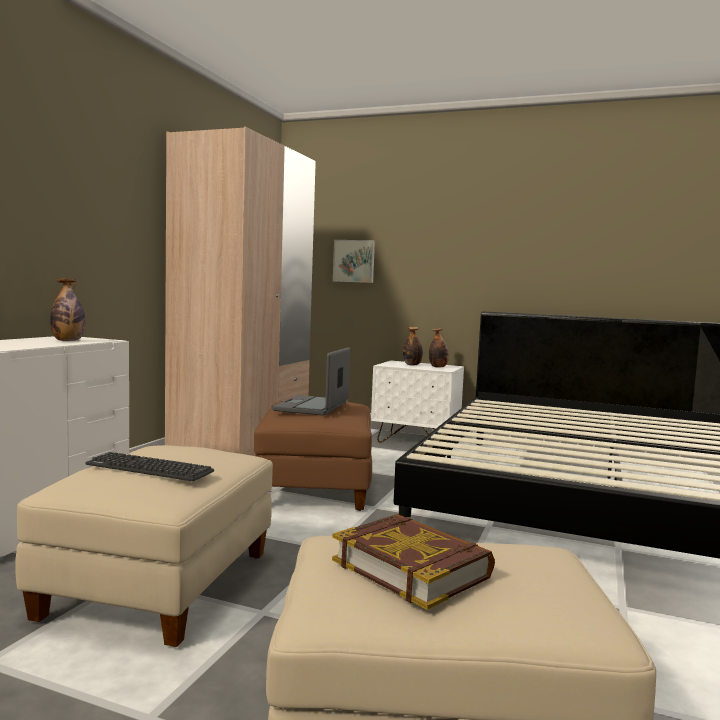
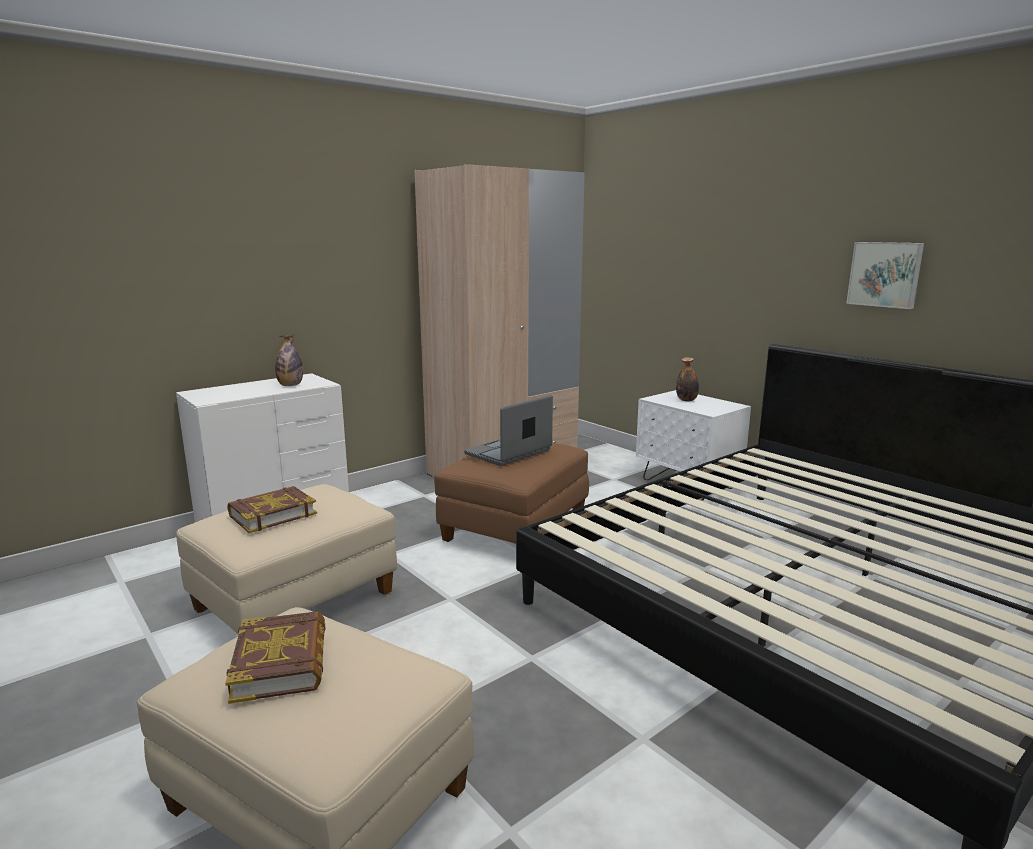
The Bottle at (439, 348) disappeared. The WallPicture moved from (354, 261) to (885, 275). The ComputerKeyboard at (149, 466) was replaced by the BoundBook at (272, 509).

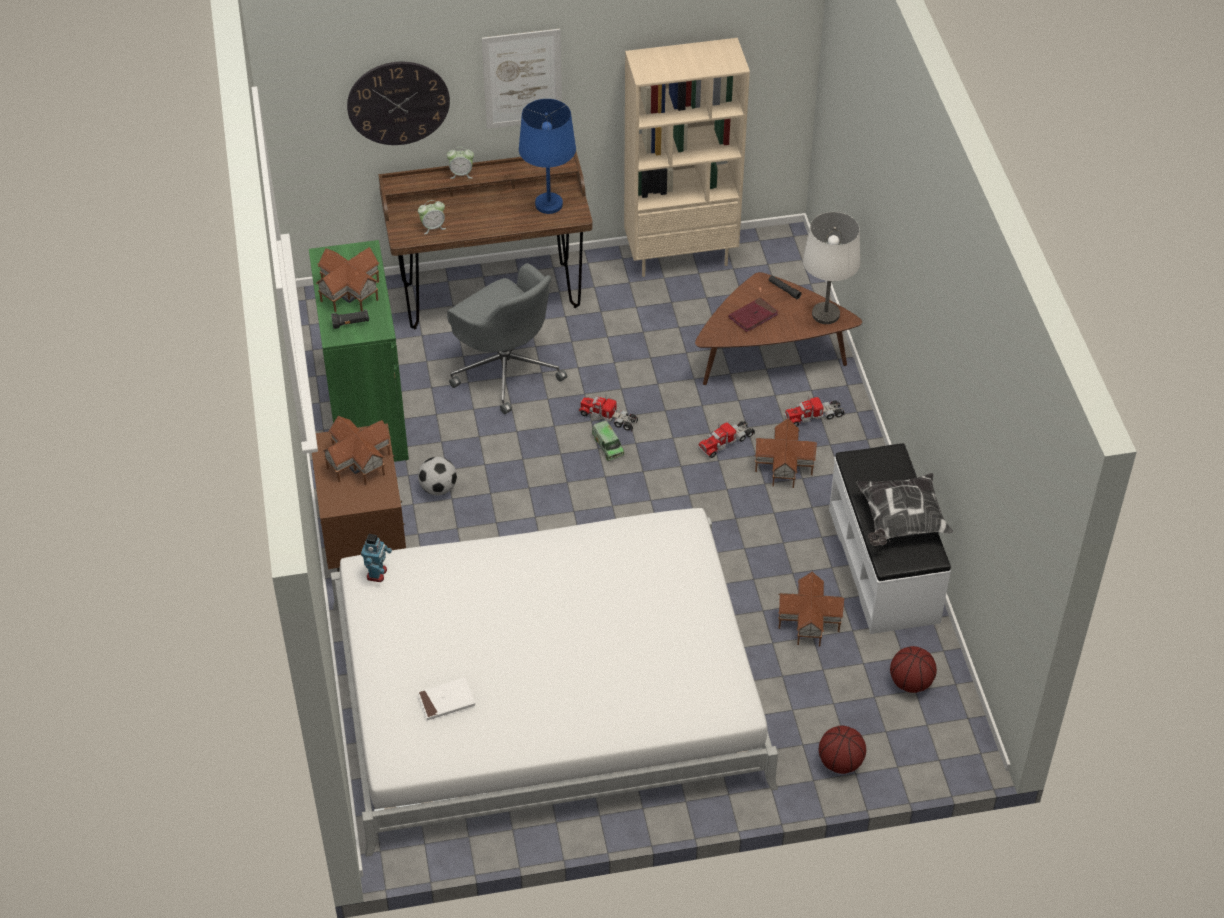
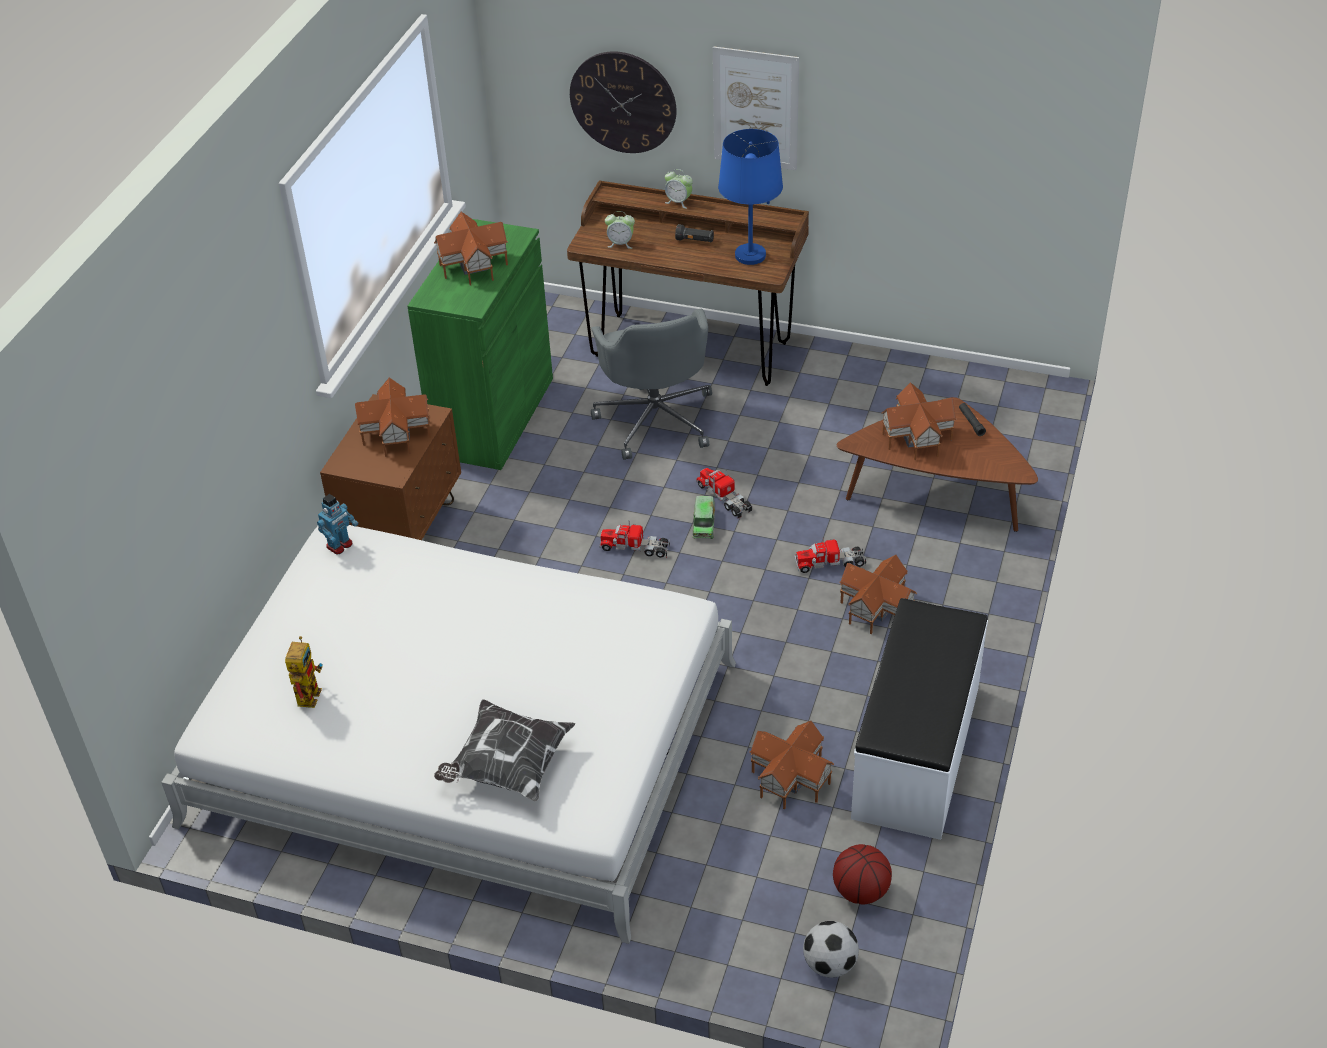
The BeigeColouredBookshelf at (687, 157) disappeared. The WhiteTabletopLamp at (831, 268) disappeared. The BallForBasketball at (842, 750) disappeared. The BlackFlashlight moved from (350, 319) to (694, 233). The FootballBall moved from (437, 476) to (831, 949). The ToyTruck moved from (814, 411) to (634, 539). The Cushion moved from (904, 509) to (504, 750). The WhiteBoundBook at (446, 698) was replaced by the RobotFigure at (304, 672). The RedColouredBoundBook at (754, 314) was replaced by the MiniatureHouse at (919, 421).

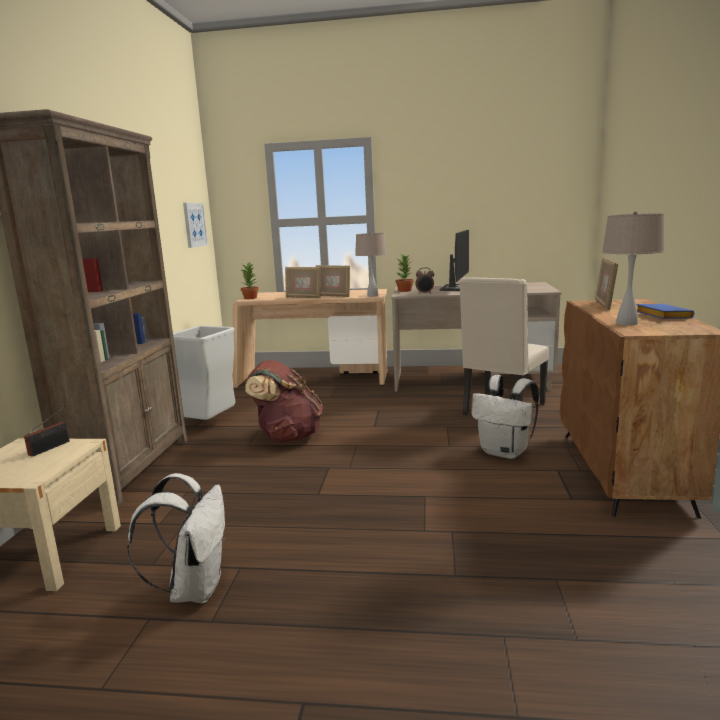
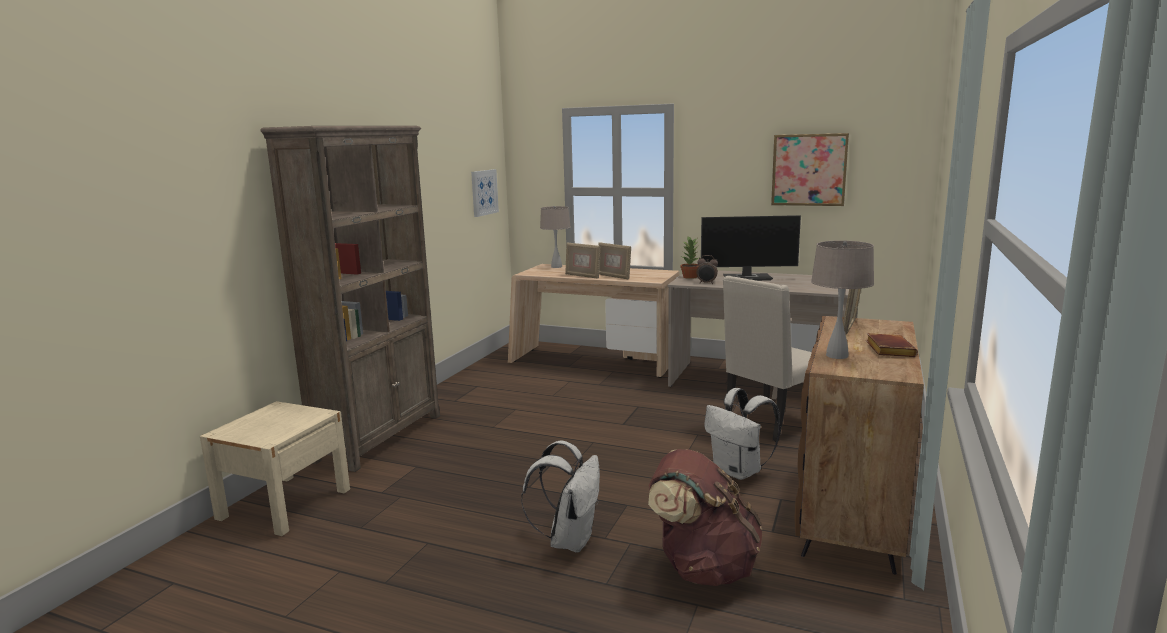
The RadioReceiver at (47, 431) disappeared. The GreyishTrashCan at (204, 373) disappeared. The PottedPlant at (250, 281) disappeared. The WallPicture at (810, 169) appeared. The WhiteKnapsack moved from (176, 538) to (560, 497). The BrownKnapsack moved from (284, 401) to (705, 517). The BeigeColouredTabletopLamp moved from (371, 264) to (555, 237). The BlueBoundBook at (665, 311) became the BrownBoundBook at (892, 345). The ComputerDisplay at (454, 260) turned 60 degrees clockwise.

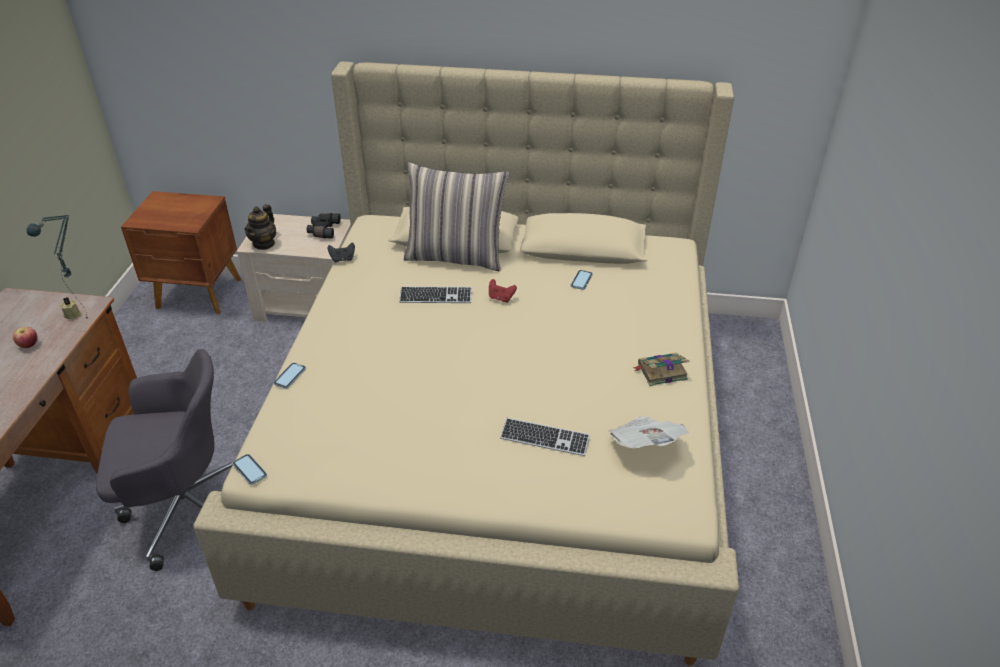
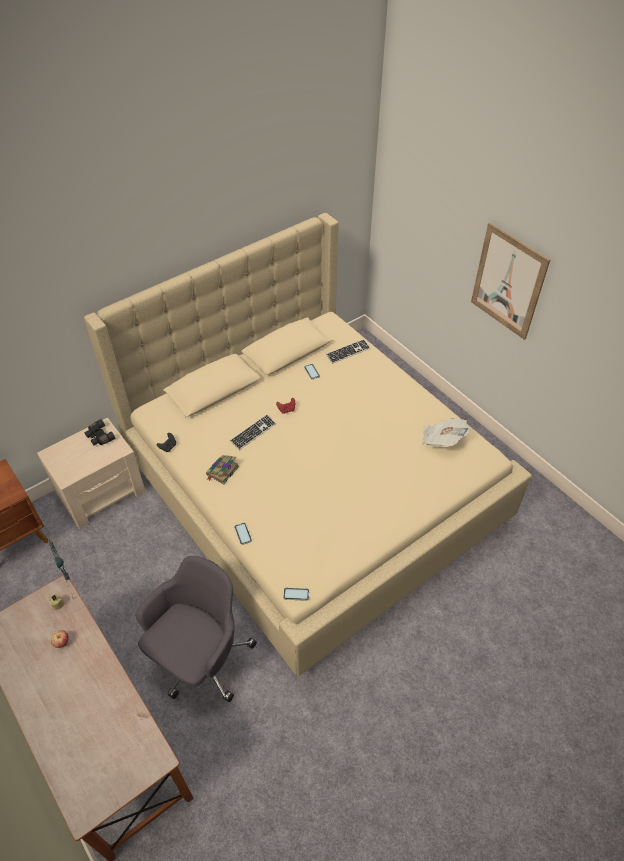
The Teapot at (260, 227) disappeared. The Cushion at (456, 216) disappeared. The WallPicture at (510, 281) appeared. The ComputerKeyboard moved from (545, 437) to (348, 351). The BoundBook moved from (661, 369) to (222, 469).

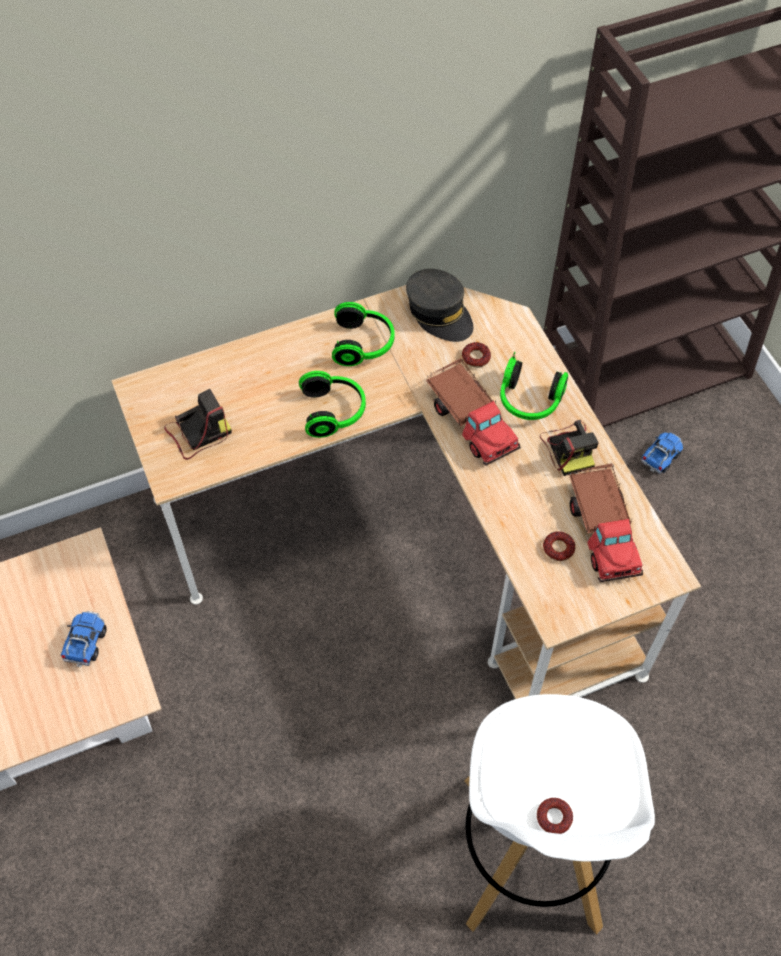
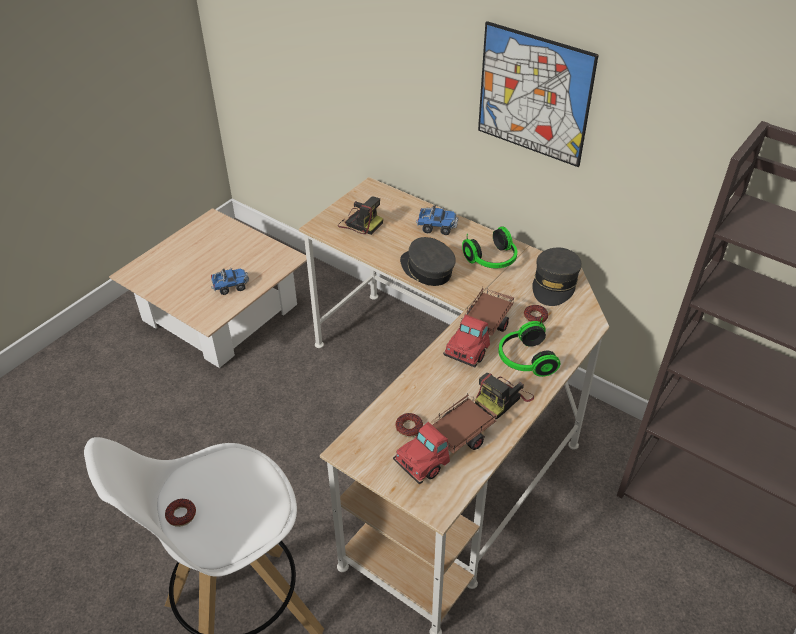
The WallPicture at (538, 94) appeared. The ToyTruck moved from (662, 453) to (437, 220). The Headphones at (332, 404) was replaced by the GreyishBaseballCap at (428, 261).

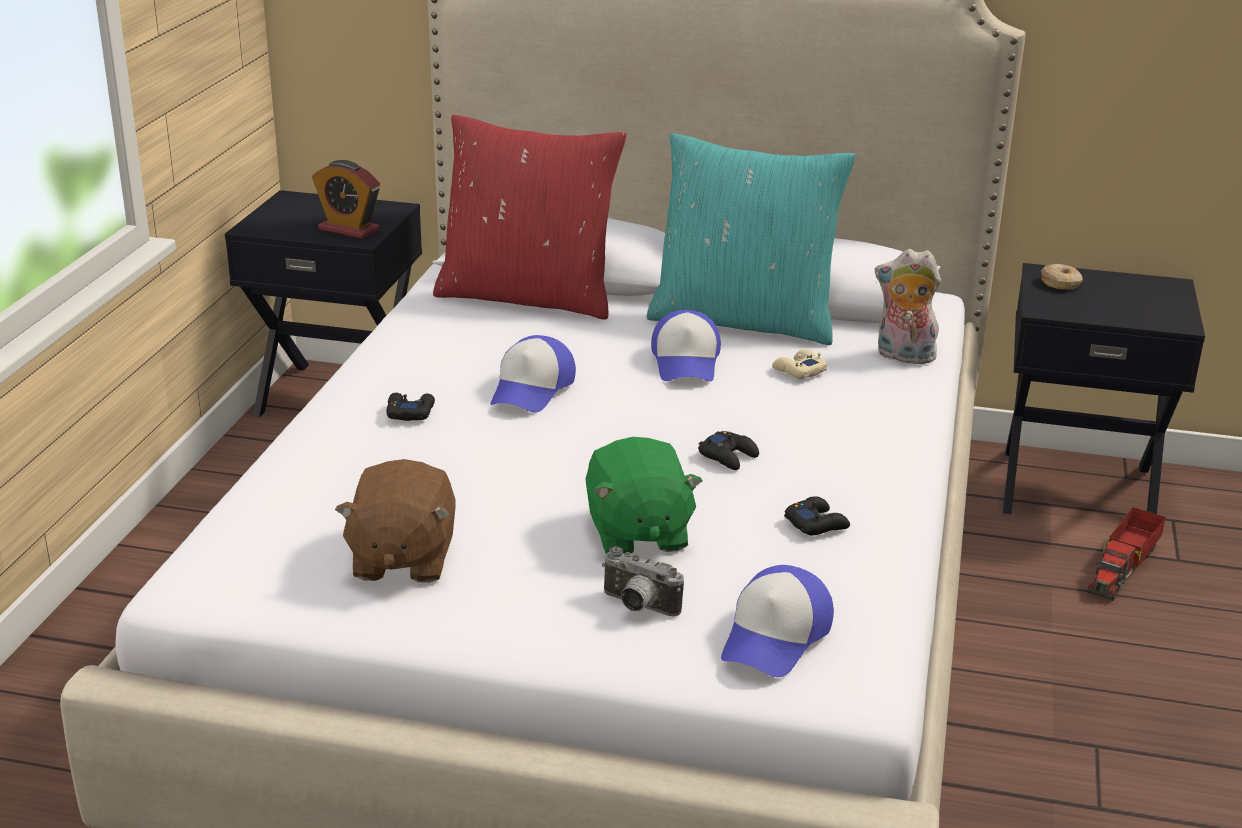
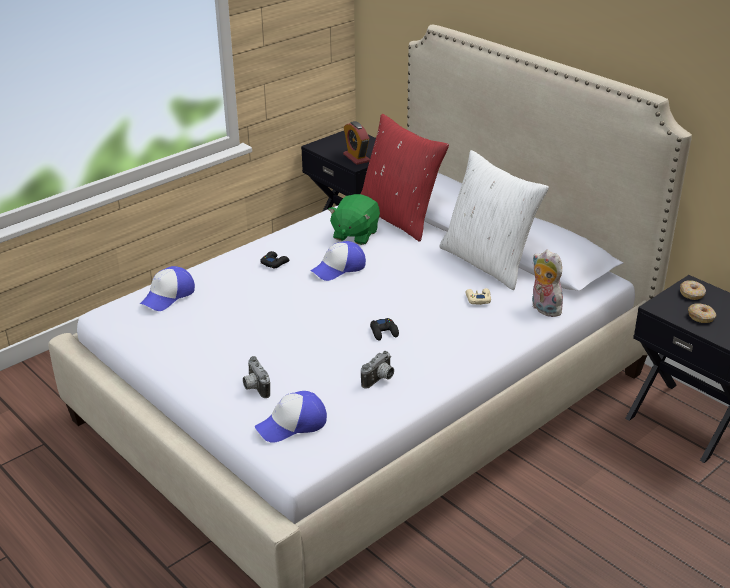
The BrownSoftToy at (395, 521) disappeared. The ToyTruck at (1126, 554) disappeared. The Doughnut at (702, 313) appeared. The GreenSoftToy moved from (644, 495) to (354, 219). The BaseballCap moved from (686, 346) to (167, 288). The BlackJoypad at (817, 516) was replaced by the StillCamera at (377, 370). The TurquoiseCushion at (751, 239) became the WhiteCushion at (494, 220).

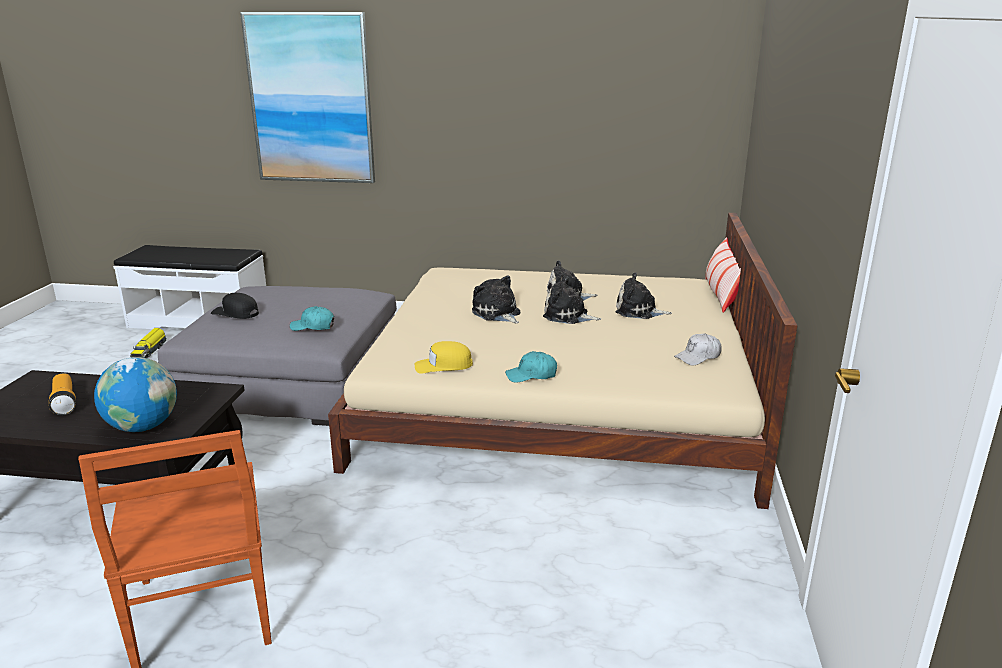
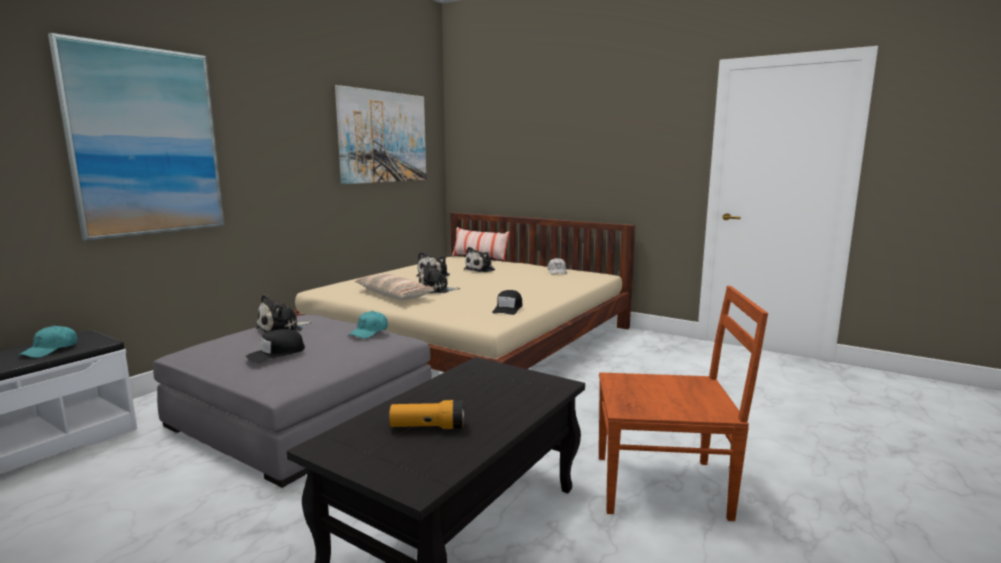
The DeskGlobe at (135, 394) disappeared. The ToyTruck at (148, 343) disappeared. The WallPicture at (380, 134) appeared. The Cushion at (395, 287) appeared. The TurquoiseBaseballCap moved from (531, 367) to (48, 341). The SoftToy moved from (572, 300) to (283, 313). The YellowColouredBaseballCap at (444, 357) became the BlackBaseballCap at (507, 302).

